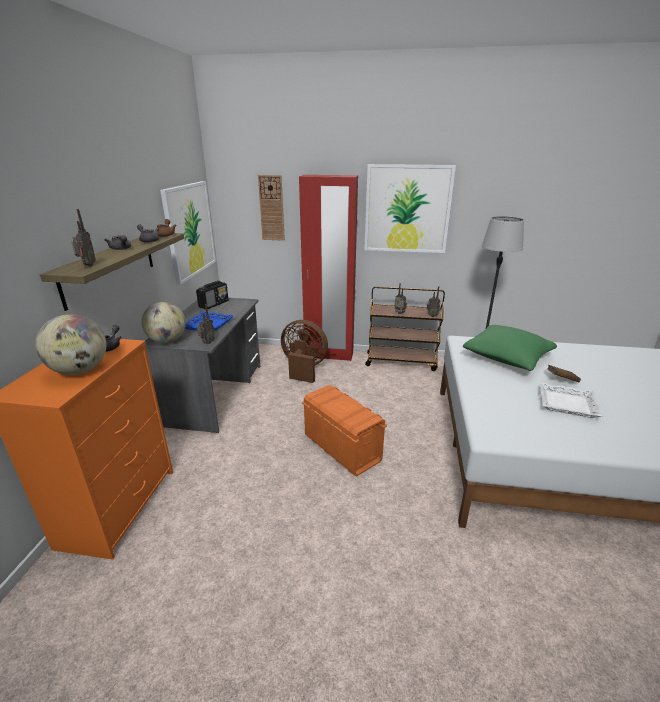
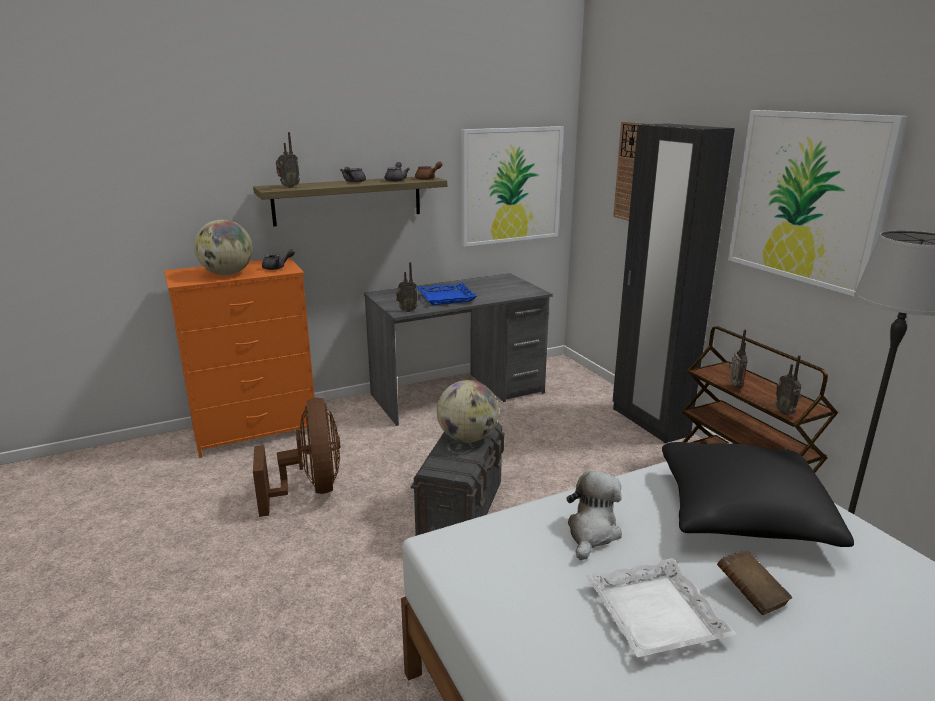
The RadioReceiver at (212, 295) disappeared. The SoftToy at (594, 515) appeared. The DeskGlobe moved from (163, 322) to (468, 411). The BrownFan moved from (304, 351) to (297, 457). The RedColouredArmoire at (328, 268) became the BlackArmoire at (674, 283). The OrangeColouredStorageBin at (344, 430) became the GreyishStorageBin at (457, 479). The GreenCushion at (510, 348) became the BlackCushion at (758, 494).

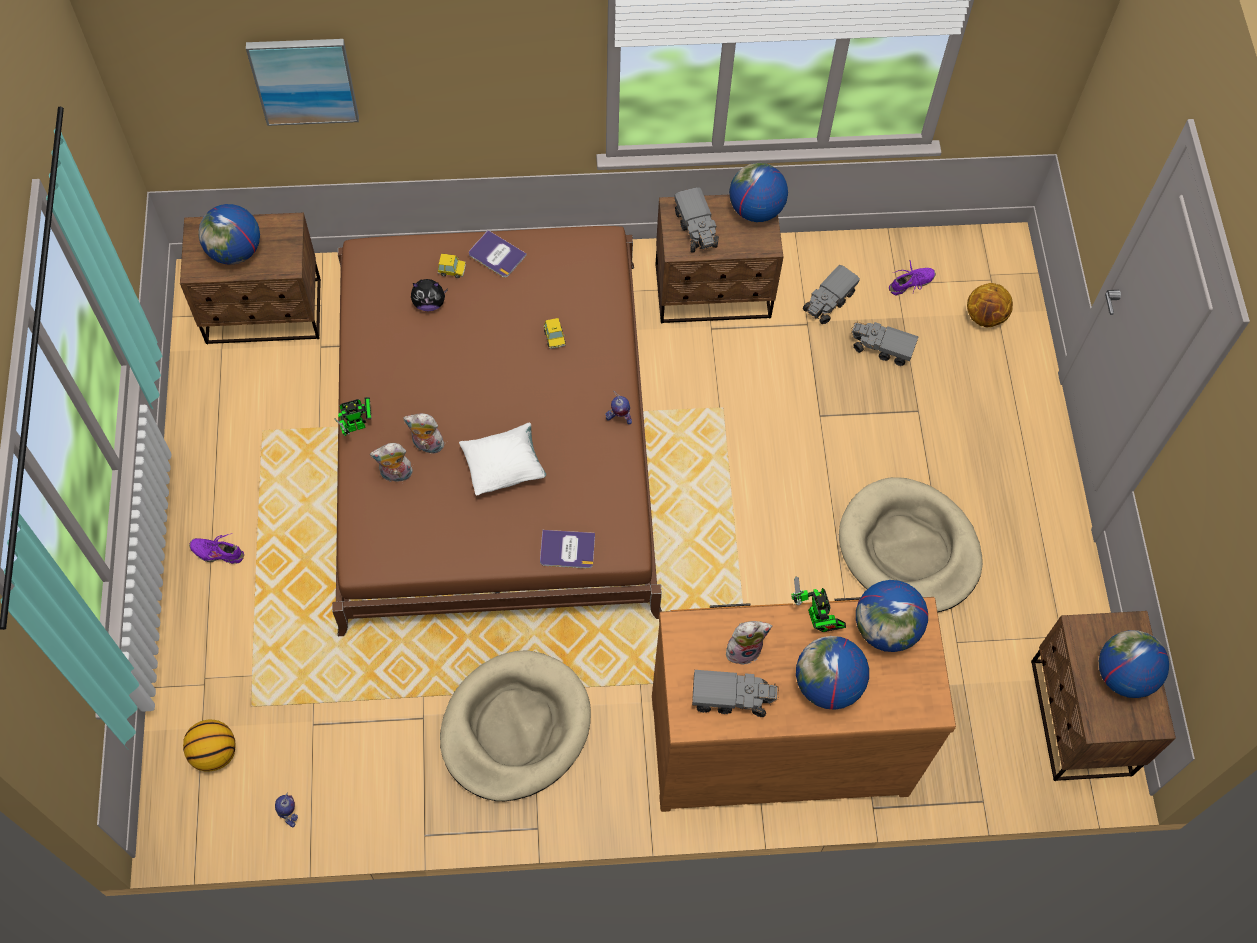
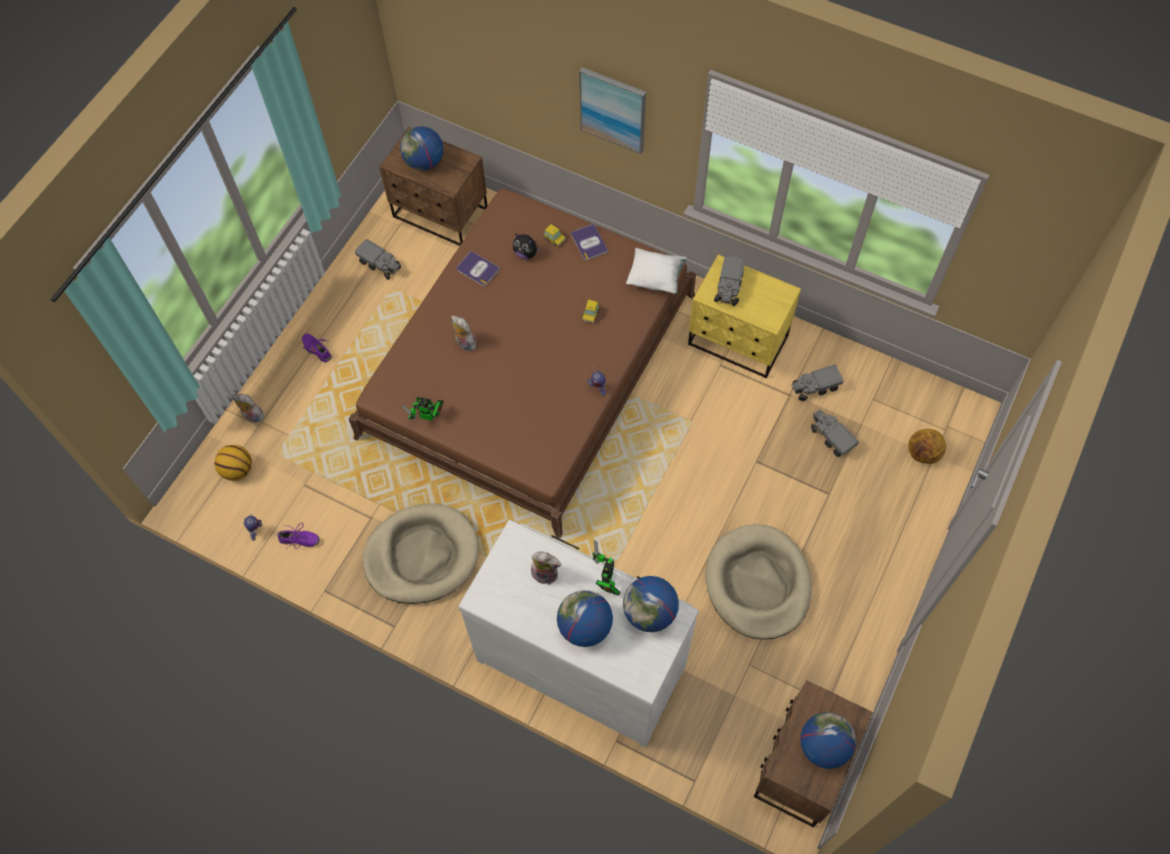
The DeskGlobe at (758, 192) disappeared. The WallPicture moved from (302, 82) to (612, 110). The RobotFigure moved from (353, 416) to (423, 409). The SoftToy moved from (391, 462) to (248, 408). The WhiteCushion moved from (502, 459) to (656, 271). The BoundBook moved from (567, 549) to (478, 268). The ToyTruck moved from (735, 693) to (378, 259). The PurplishItemOfFootwear moved from (912, 277) to (298, 536). The BrownDrawerChest at (804, 704) became the WhiteDrawerChest at (578, 633). The BrownBedsideTable at (719, 259) became the YellowColouredBedsideTable at (744, 316).

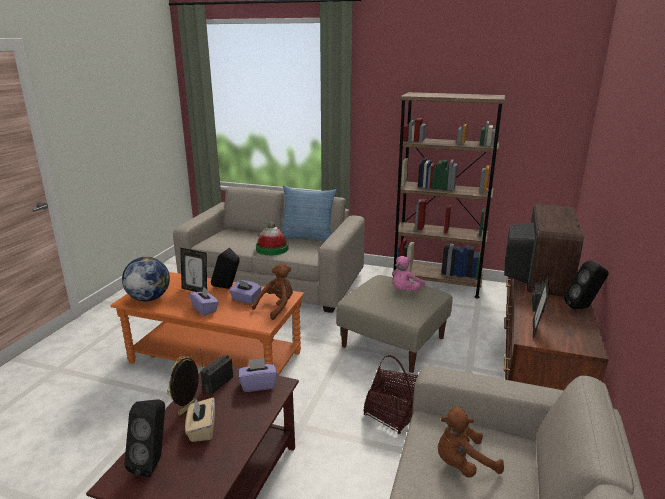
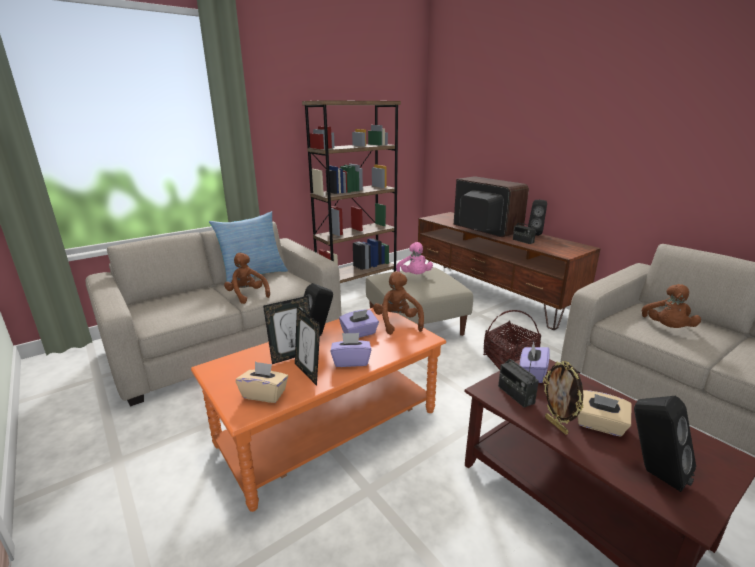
The StandingFrame moved from (541, 307) to (307, 346). The DeskGlobe at (146, 279) was replaced by the BeigeColouredTissueBox at (262, 382). The ClothingHat at (272, 238) was replaced by the BrownSoftToy at (247, 278).

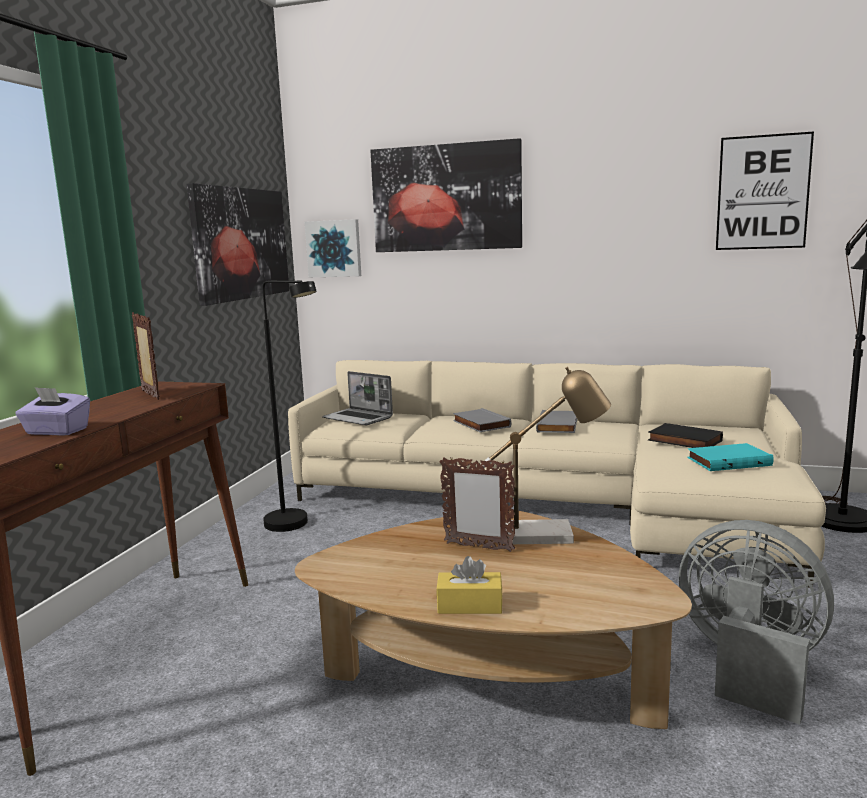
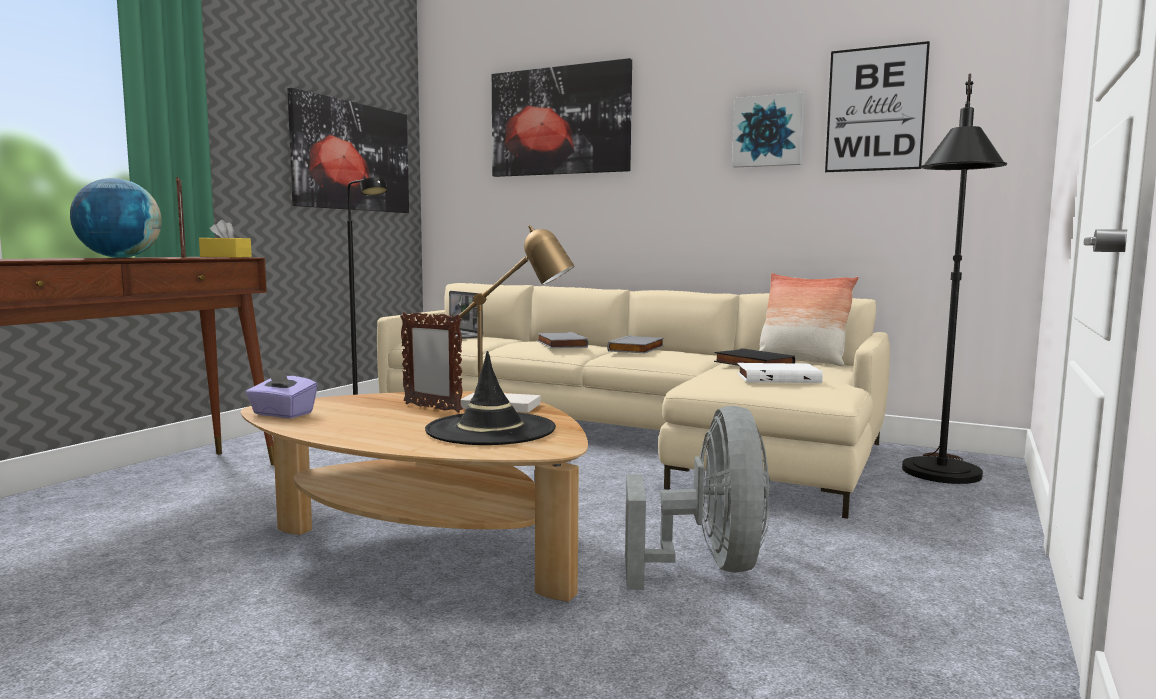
The DeskGlobe at (116, 218) appeared. The BlackClothingHat at (490, 398) appeared. The Cushion at (808, 319) appeared. The PurplishTissueBox moved from (52, 411) to (282, 393). The WallPicture moved from (333, 248) to (768, 130). The YellowColouredTissueBox moved from (469, 585) to (225, 238). The TurquoiseBoundBook at (730, 457) became the WhiteBoundBook at (780, 373). The GreyishFan at (756, 622) turned 45 degrees clockwise.

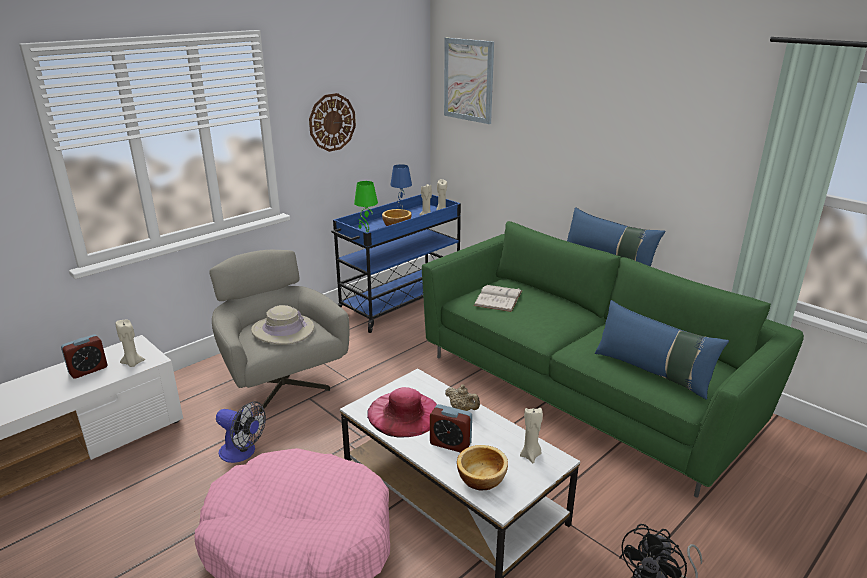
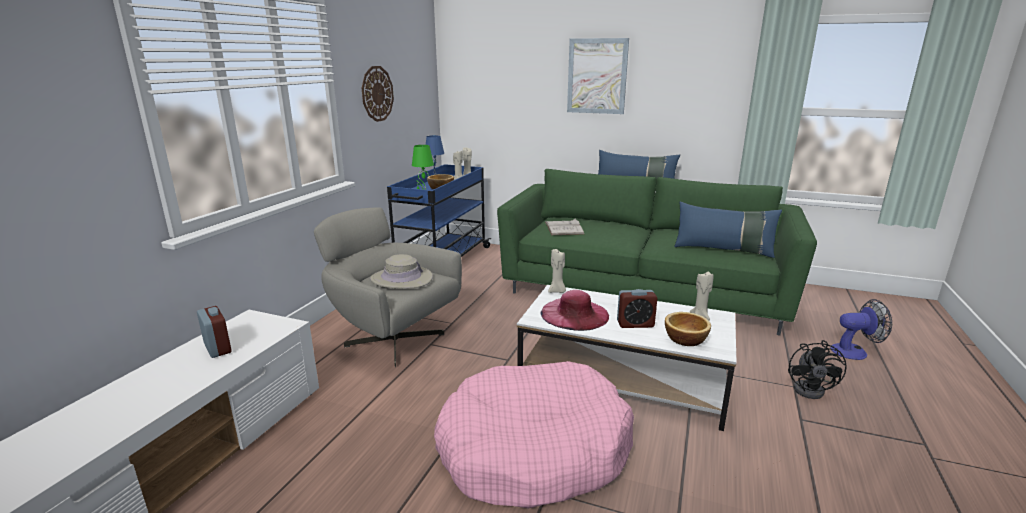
The BeigeColouredTeapot at (462, 397) disappeared. The BeigeColouredWaxLight moved from (130, 343) to (557, 270). The Fan moved from (241, 432) to (861, 329). The WallPicture moved from (469, 81) to (598, 76). The BedsideClock at (84, 356) turned 60 degrees counterclockwise.

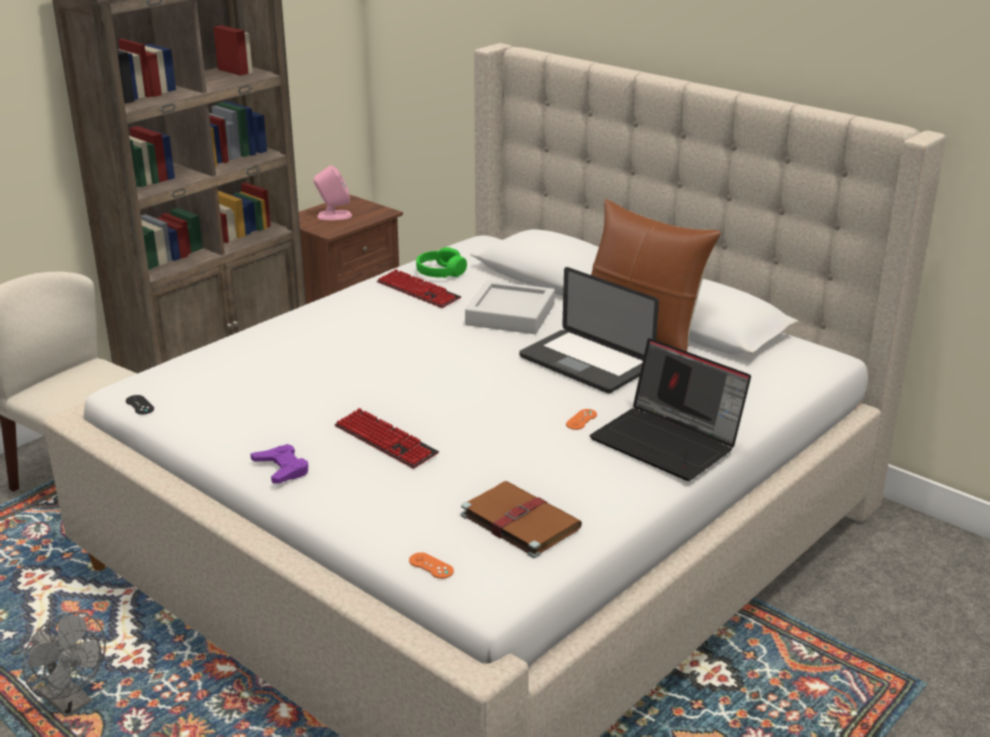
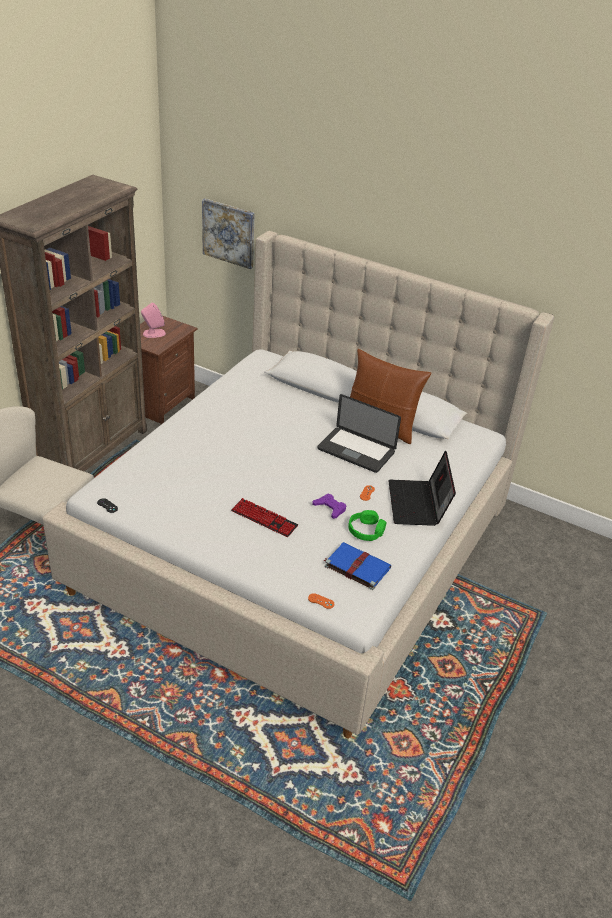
The GreyishFan at (64, 664) disappeared. The ComputerKeyboard at (419, 288) disappeared. The GreyishTray at (510, 307) disappeared. The WallPicture at (228, 234) appeared. The PurplishJoypad moved from (279, 464) to (329, 506). The GreenHeadphones moved from (441, 262) to (367, 525). The BrownBoundBook at (521, 519) became the BlueBoundBook at (357, 566). The Laptop at (670, 409) turned 60 degrees clockwise.

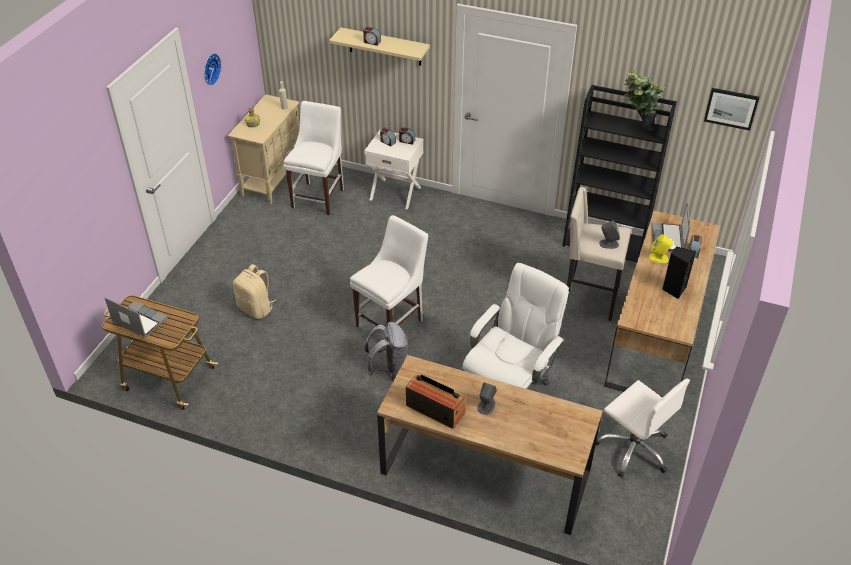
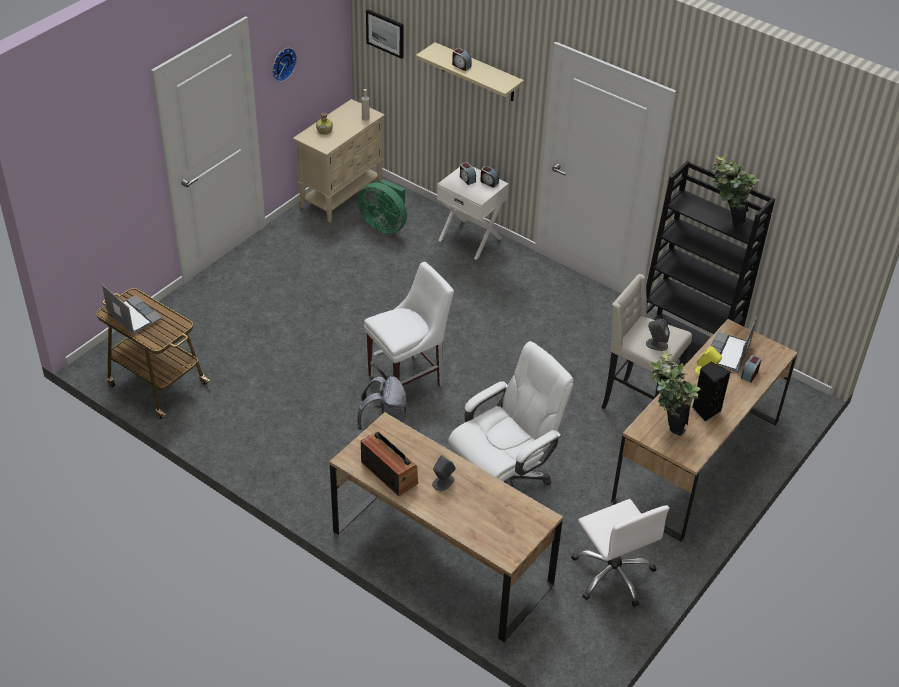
The BeigeColouredKnapsack at (254, 291) disappeared. The PottedPlant at (674, 393) appeared. The WallPicture moved from (731, 109) to (385, 34). The WhiteUprightChair at (314, 158) was replaced by the GreenFan at (382, 206).

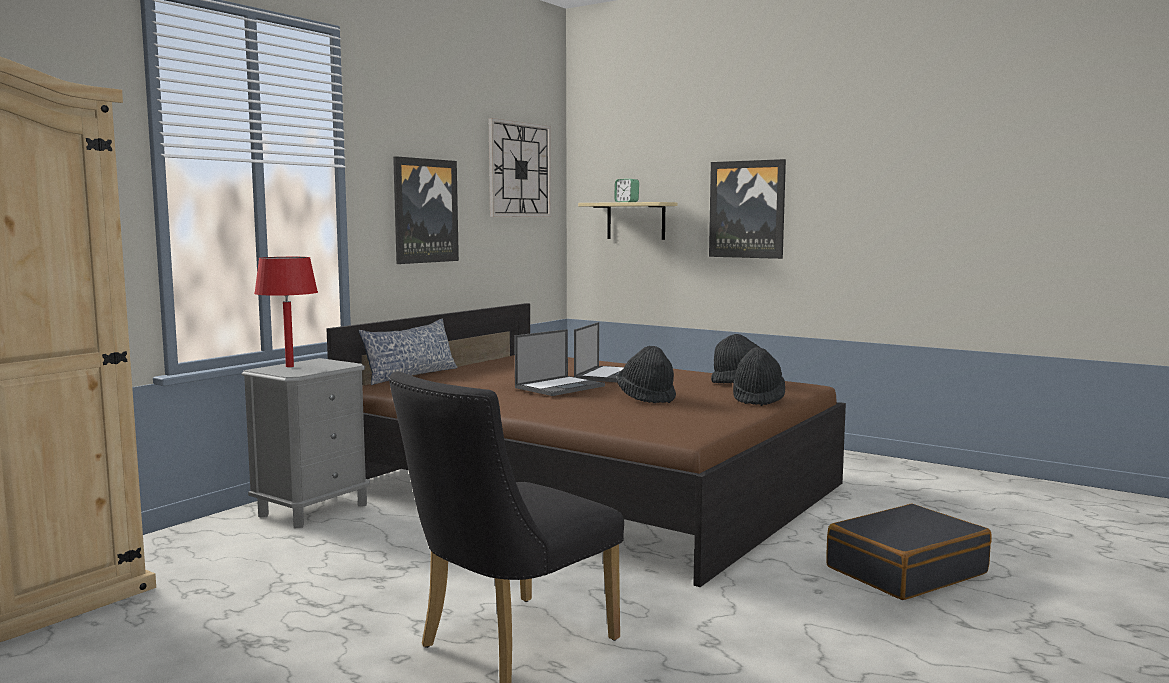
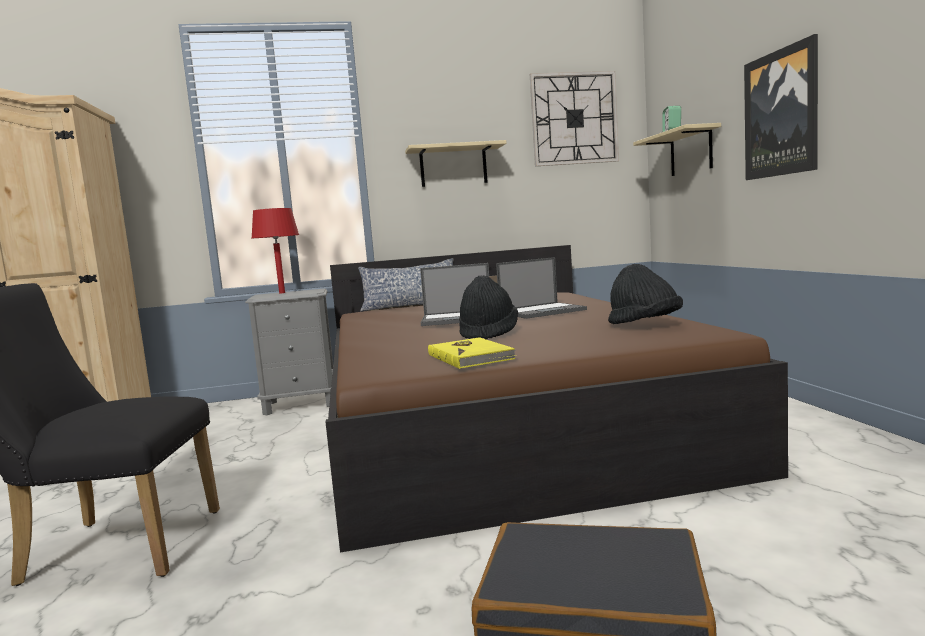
The BlackClothingHat at (759, 376) disappeared. The YellowColouredBoundBook at (472, 353) appeared. The WallPicture at (426, 210) was replaced by the BeigeColouredShelf at (456, 163).

